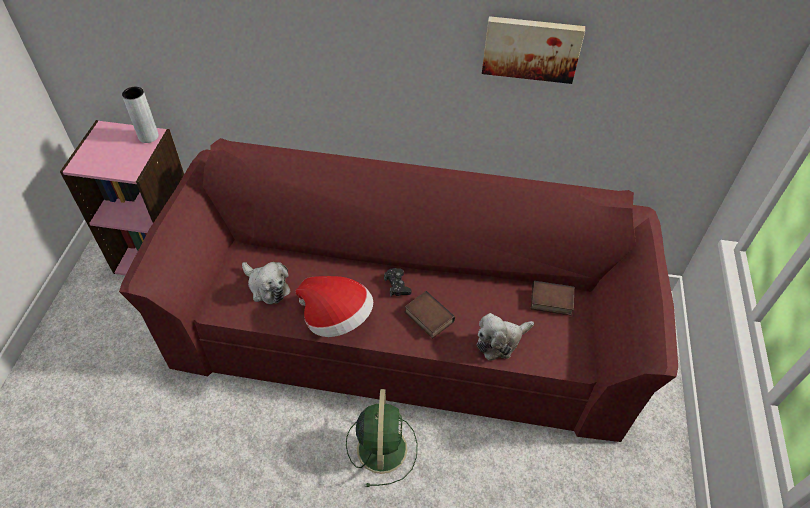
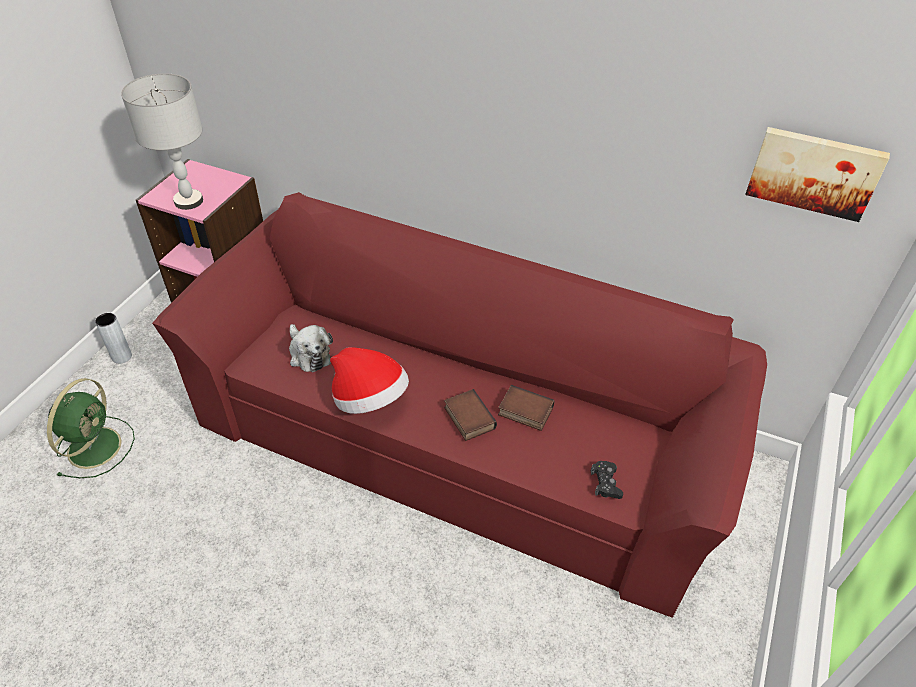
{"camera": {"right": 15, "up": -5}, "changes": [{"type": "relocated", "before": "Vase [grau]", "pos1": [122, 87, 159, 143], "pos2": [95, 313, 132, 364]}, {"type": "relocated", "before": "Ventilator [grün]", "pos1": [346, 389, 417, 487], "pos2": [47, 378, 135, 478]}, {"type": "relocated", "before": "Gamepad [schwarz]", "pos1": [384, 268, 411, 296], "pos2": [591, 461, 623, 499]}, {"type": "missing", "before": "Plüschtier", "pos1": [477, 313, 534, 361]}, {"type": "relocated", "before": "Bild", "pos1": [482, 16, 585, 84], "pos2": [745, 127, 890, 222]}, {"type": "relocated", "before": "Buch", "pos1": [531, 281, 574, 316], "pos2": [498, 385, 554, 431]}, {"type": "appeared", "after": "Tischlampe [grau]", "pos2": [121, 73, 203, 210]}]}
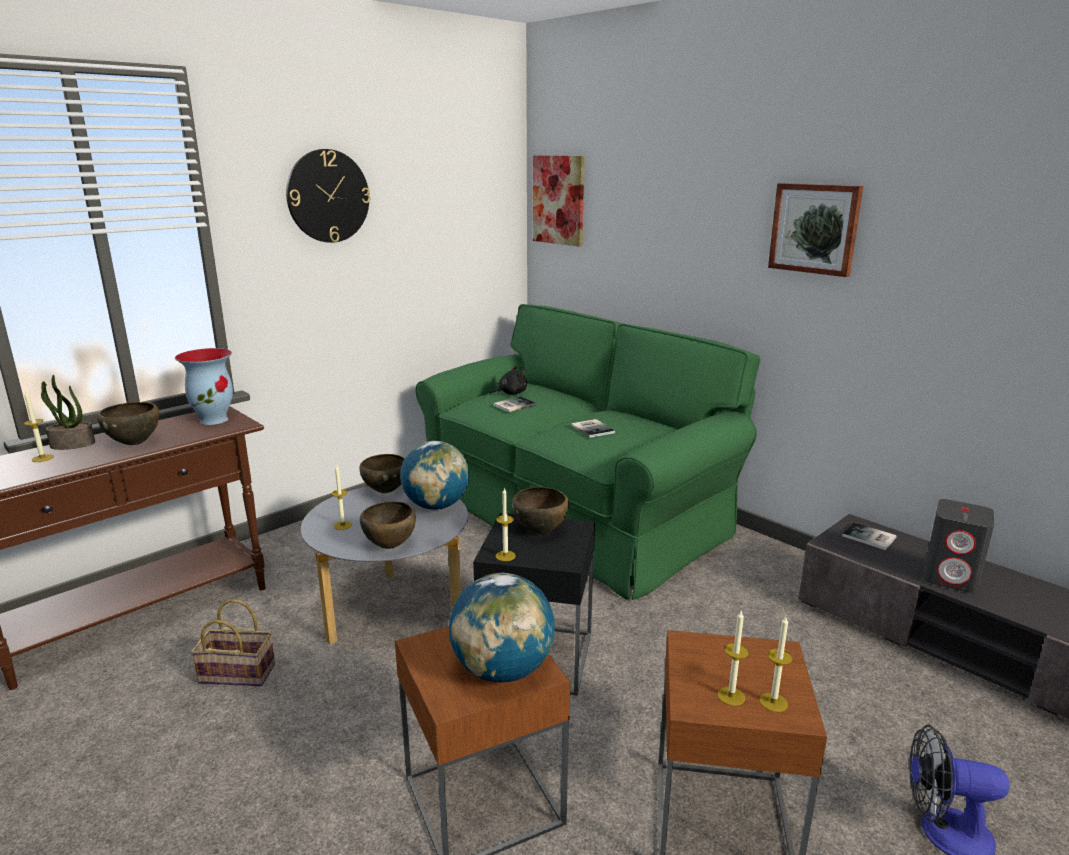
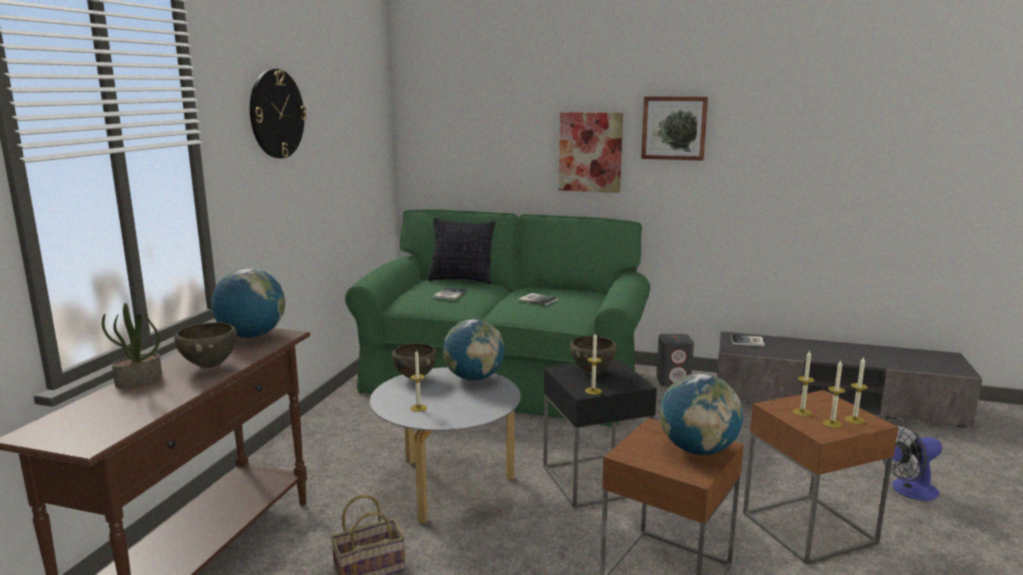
{"camera": {"right": -30, "up": -5}, "changes": [{"type": "relocated", "before": "Kerze", "pos1": [24, 391, 54, 462], "pos2": [793, 351, 814, 417]}, {"type": "exchanged", "before": "Vase", "after": "Globus", "pos1": [175, 348, 233, 425], "pos2": [211, 268, 285, 338]}, {"type": "missing", "before": "Schüssel [braun]", "pos1": [360, 501, 416, 549]}, {"type": "missing", "before": "Plüschtier [schwarz]", "pos1": [489, 366, 527, 395]}, {"type": "relocated", "before": "Bild", "pos1": [533, 156, 585, 247], "pos2": [559, 112, 623, 193]}, {"type": "relocated", "before": "Lautsprecher [grau]", "pos1": [923, 499, 994, 593], "pos2": [656, 334, 694, 387]}, {"type": "appeared", "after": "Kissen", "pos2": [428, 218, 495, 284]}]}
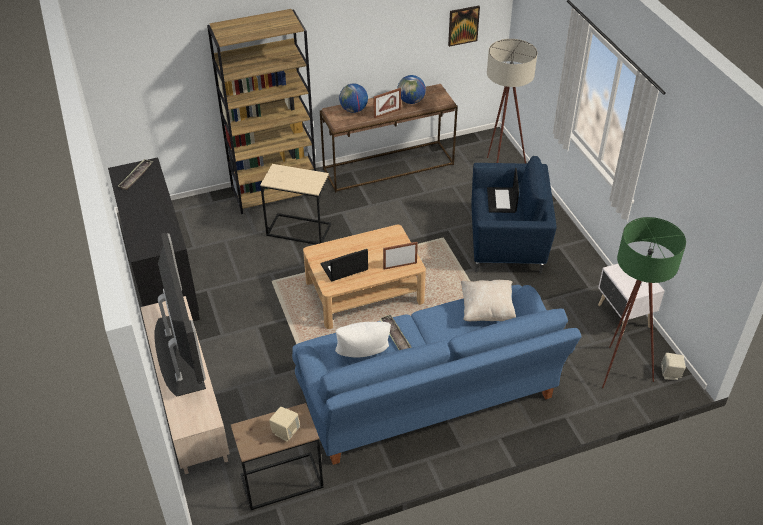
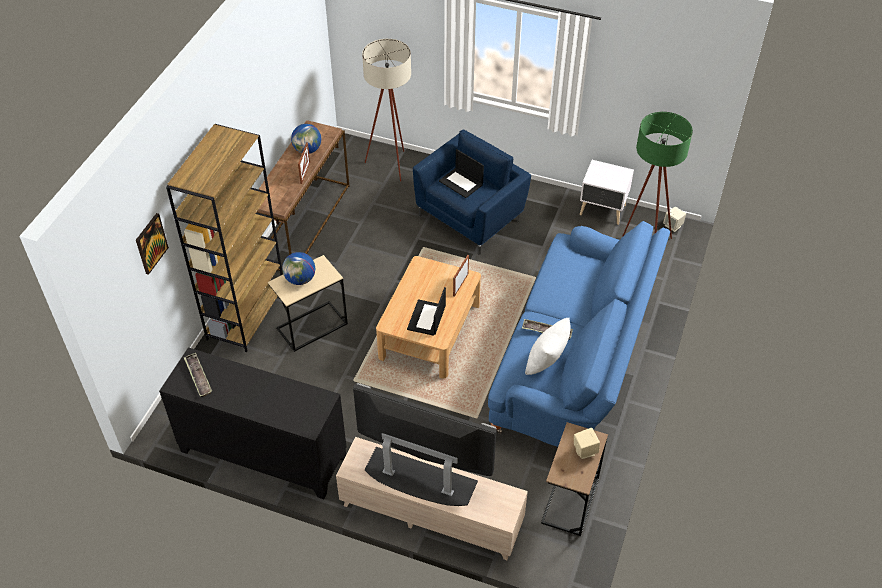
{"camera": {"right": -50, "up": 5}, "changes": [{"type": "relocated", "before": "Globus", "pos1": [339, 84, 368, 113], "pos2": [282, 252, 315, 285]}, {"type": "relocated", "before": "Bild", "pos1": [448, 6, 480, 47], "pos2": [136, 213, 169, 275]}, {"type": "missing", "before": "Kissen [beige]", "pos1": [461, 280, 516, 321]}]}
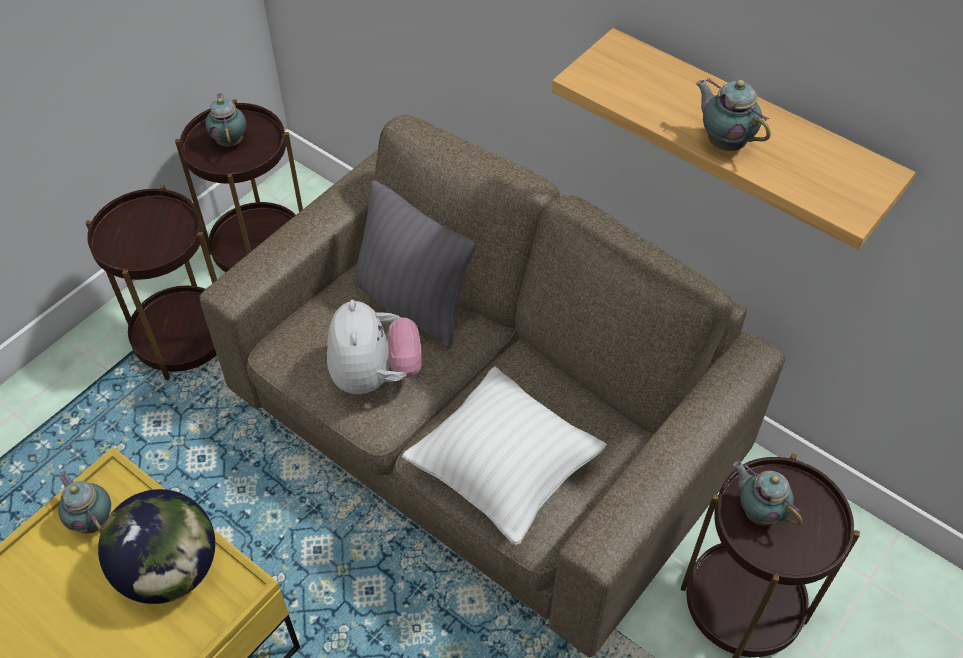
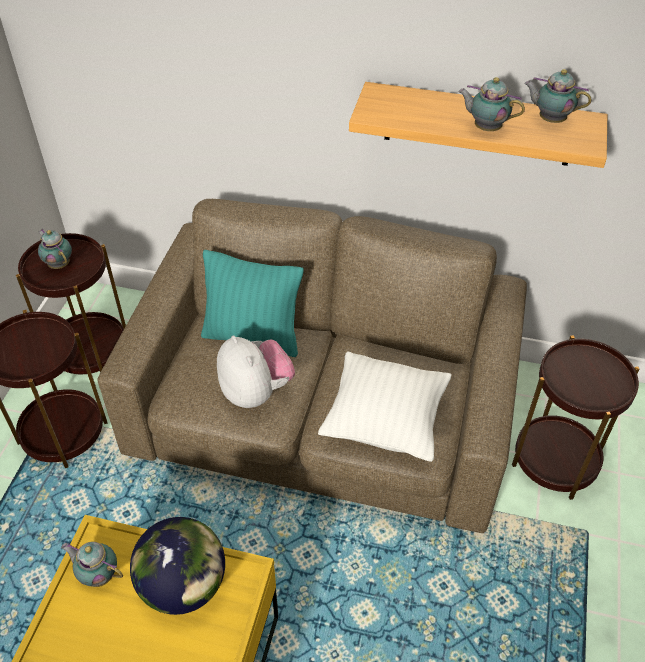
{"camera": {"right": -25, "up": -5}, "changes": [{"type": "colour", "before": "Kissen [grau]", "after": "Kissen [türkis]", "pos1": [353, 180, 476, 348], "pos2": [201, 250, 304, 357]}, {"type": "relocated", "before": "Teekanne", "pos1": [733, 461, 802, 526], "pos2": [524, 69, 591, 123]}]}
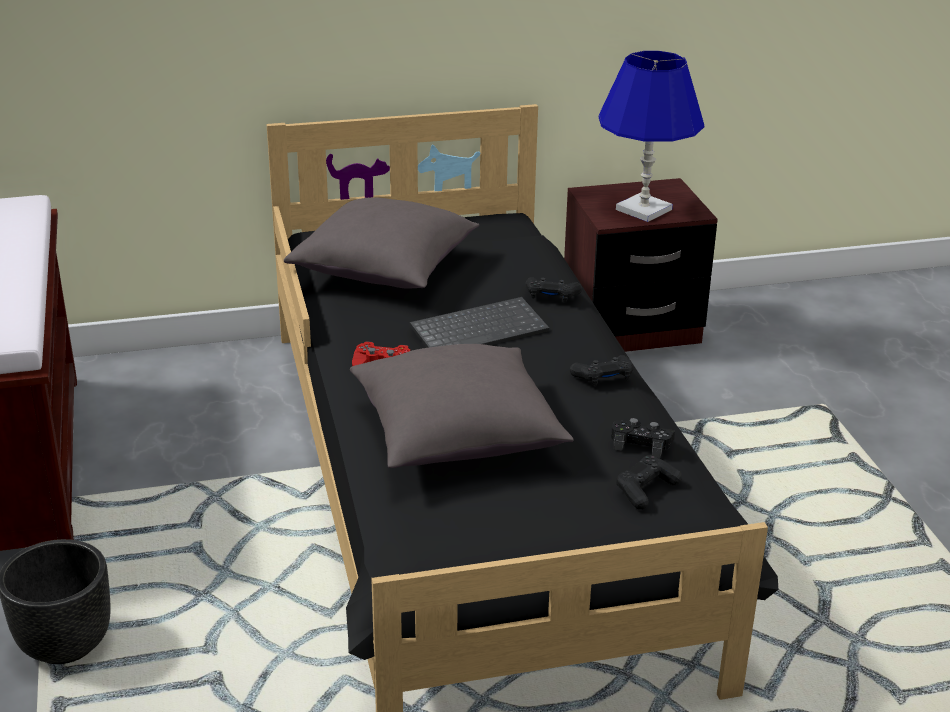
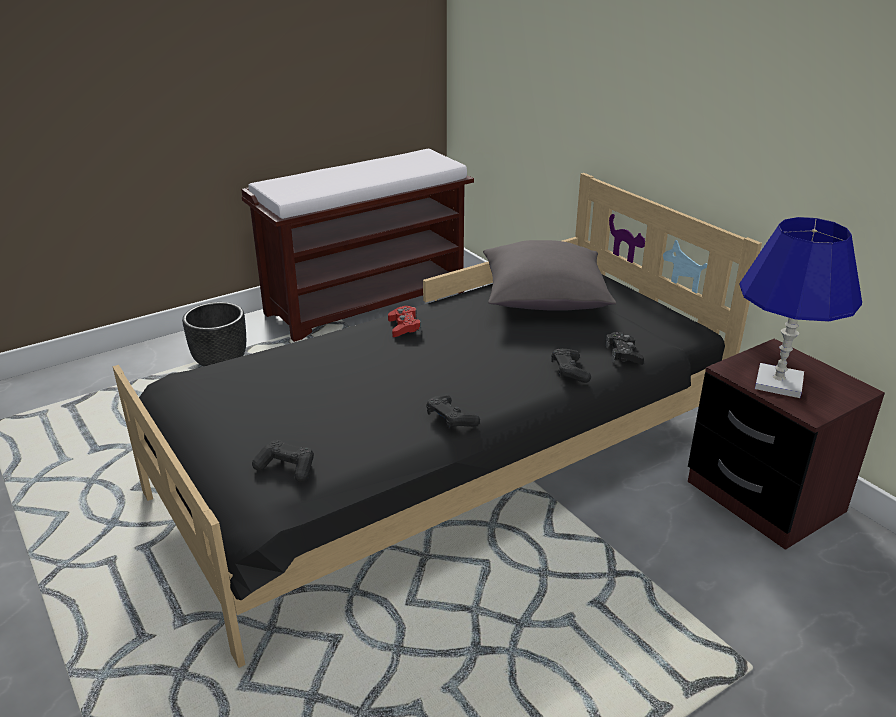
{"camera": {"right": 70, "up": 0}, "changes": [{"type": "missing", "before": "Kissen [grau]", "pos1": [350, 344, 574, 468]}, {"type": "missing", "before": "Tastatur", "pos1": [410, 297, 549, 348]}, {"type": "relocated", "before": "Gamepad [schwarz]", "pos1": [611, 418, 675, 458], "pos2": [605, 332, 644, 365]}]}
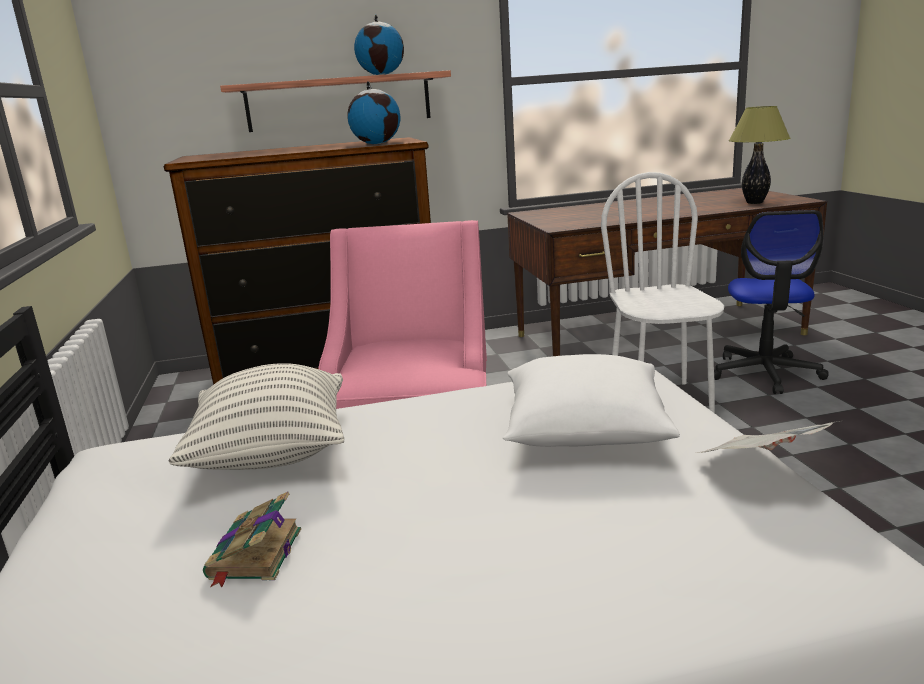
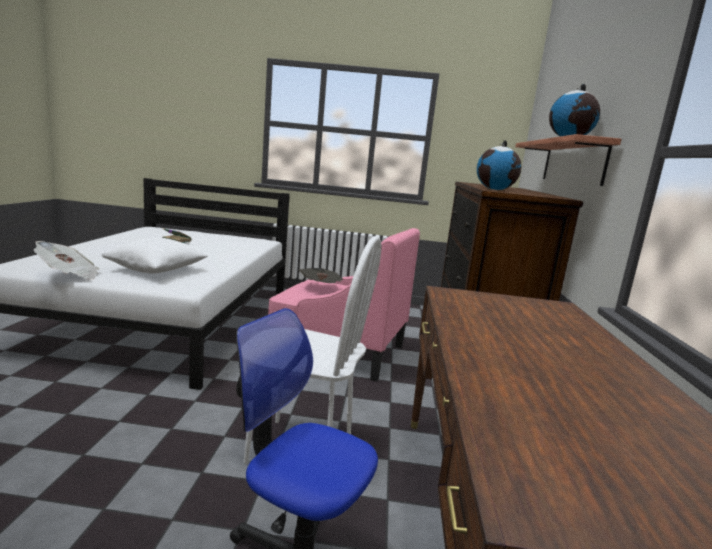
{"camera": {"right": 105, "up": -5}, "changes": [{"type": "missing", "before": "Kissen", "pos1": [168, 363, 344, 470]}, {"type": "missing", "before": "Tischlampe", "pos1": [729, 106, 790, 204]}, {"type": "appeared", "after": "Zeitung", "pos2": [298, 268, 343, 283]}]}
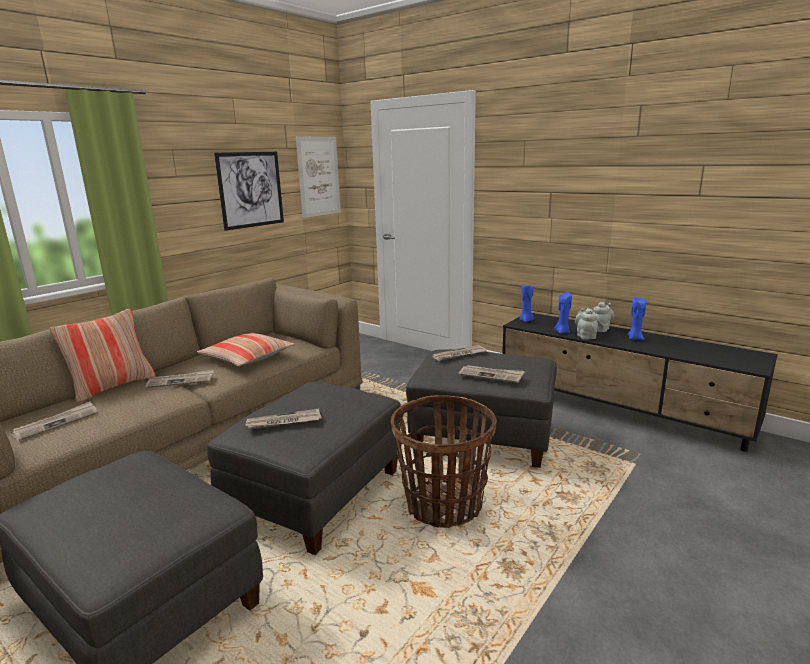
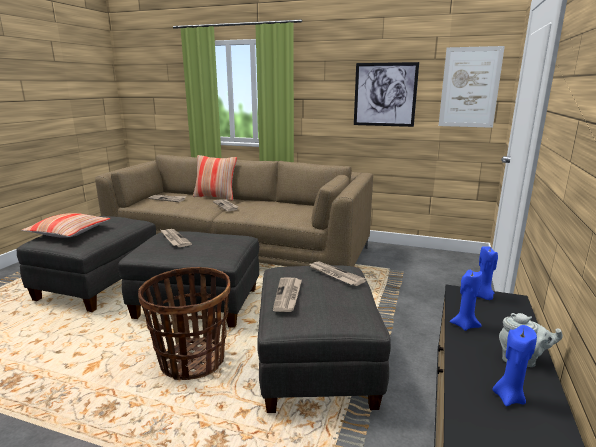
{"camera": {"right": 70, "up": 0}, "changes": [{"type": "relocated", "before": "Kissen", "pos1": [197, 333, 295, 366], "pos2": [21, 213, 110, 238]}, {"type": "missing", "before": "Teekanne [grau]", "pos1": [575, 308, 598, 339]}]}
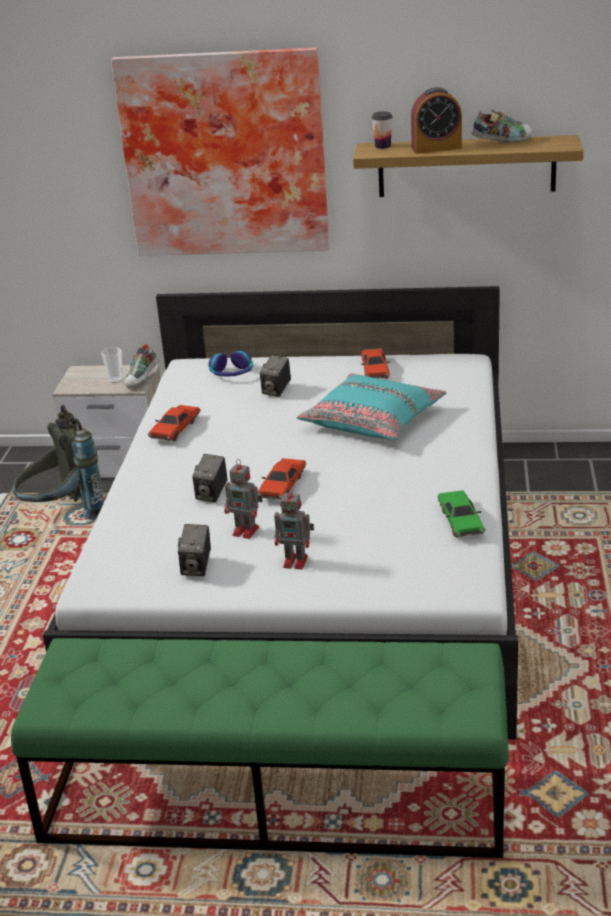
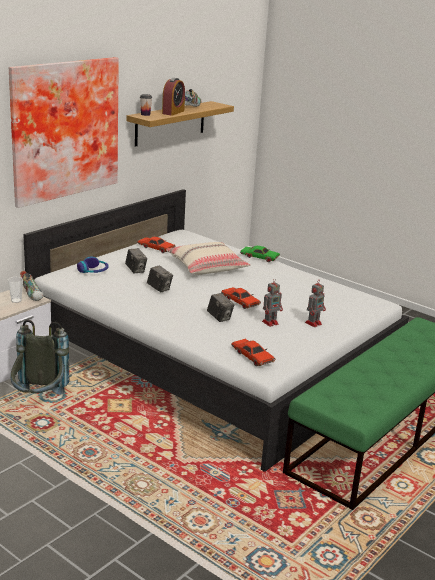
{"camera": {"right": -60, "up": -5}, "changes": [{"type": "relocated", "before": "Spielzeugauto [rot]", "pos1": [148, 405, 200, 441], "pos2": [231, 339, 275, 366]}, {"type": "relocated", "before": "Kamera", "pos1": [178, 524, 211, 576], "pos2": [147, 265, 173, 292]}, {"type": "colour", "before": "Kissen [türkis]", "after": "Kissen [beige]", "pos1": [297, 373, 446, 440], "pos2": [166, 242, 250, 275]}, {"type": "relocated", "before": "Spielzeugauto [grün]", "pos1": [438, 490, 485, 537], "pos2": [240, 246, 280, 262]}]}
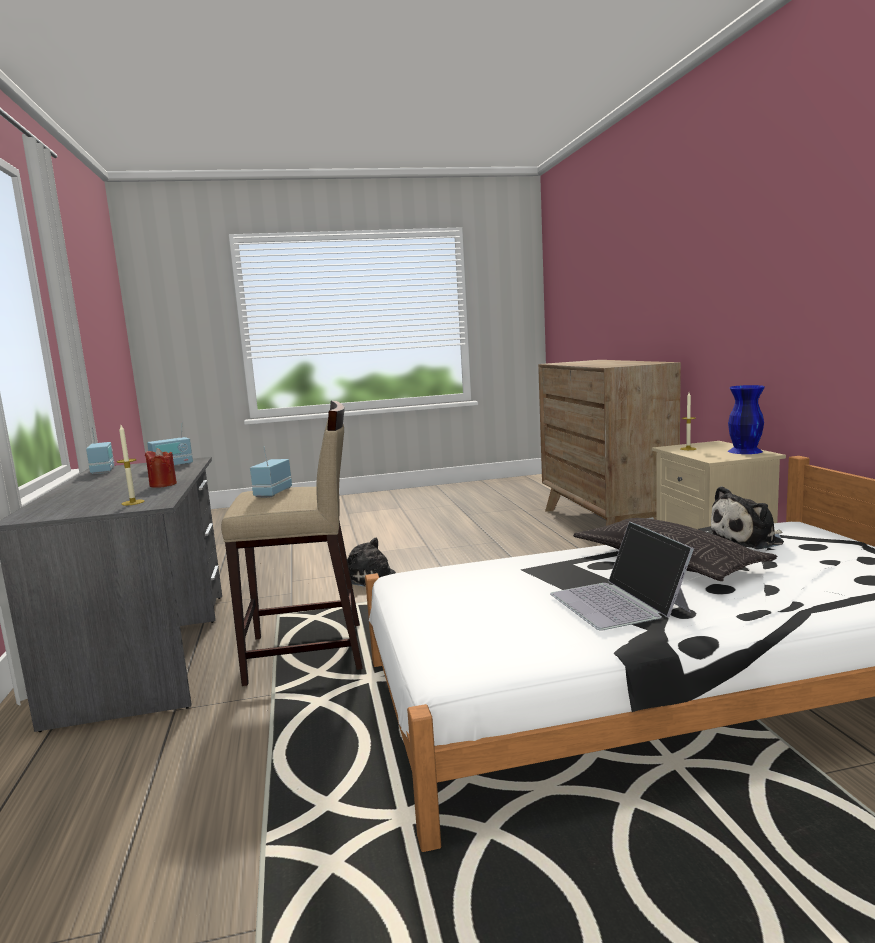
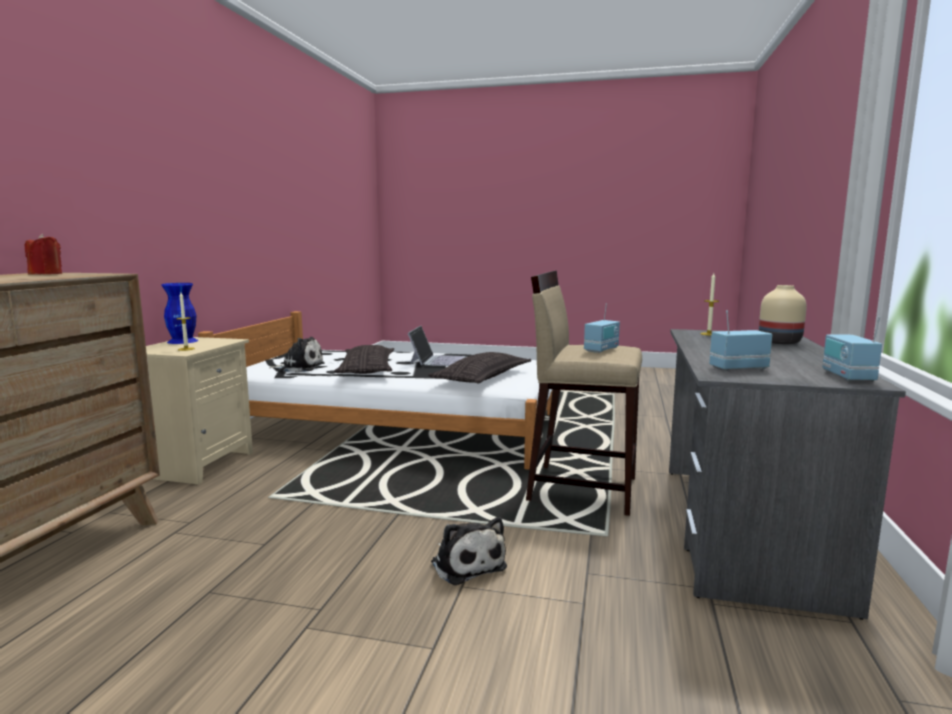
{"camera": {"right": -155, "up": 0}, "changes": [{"type": "relocated", "before": "Kerze [rot]", "pos1": [145, 448, 177, 488], "pos2": [25, 234, 62, 274]}, {"type": "appeared", "after": "Kissen", "pos2": [428, 352, 531, 384]}, {"type": "appeared", "after": "Vase [beige]", "pos2": [759, 285, 807, 345]}]}
